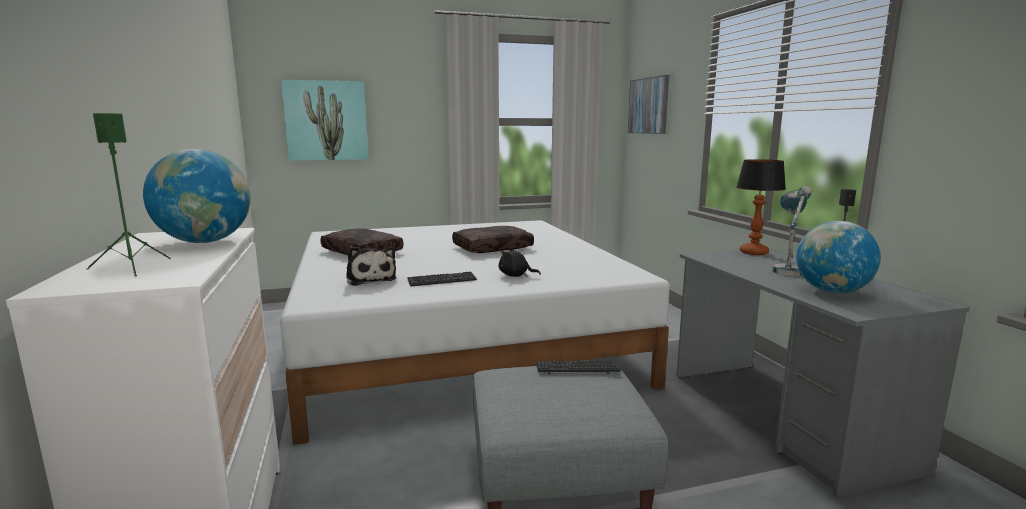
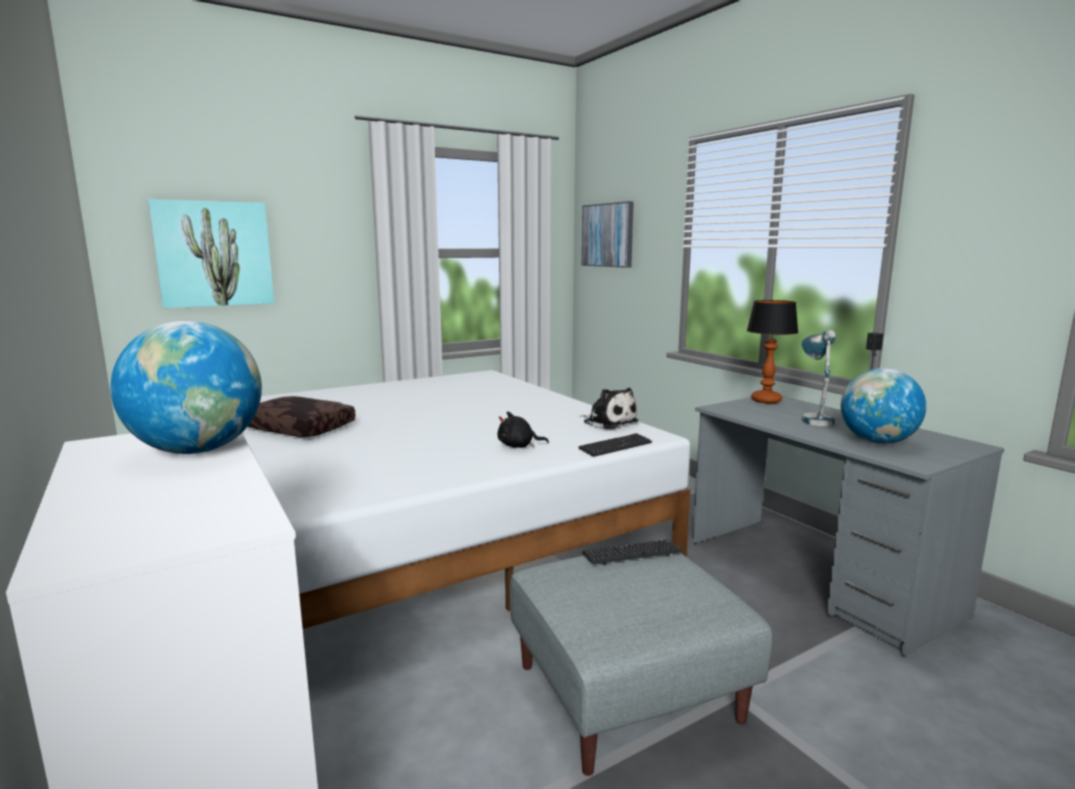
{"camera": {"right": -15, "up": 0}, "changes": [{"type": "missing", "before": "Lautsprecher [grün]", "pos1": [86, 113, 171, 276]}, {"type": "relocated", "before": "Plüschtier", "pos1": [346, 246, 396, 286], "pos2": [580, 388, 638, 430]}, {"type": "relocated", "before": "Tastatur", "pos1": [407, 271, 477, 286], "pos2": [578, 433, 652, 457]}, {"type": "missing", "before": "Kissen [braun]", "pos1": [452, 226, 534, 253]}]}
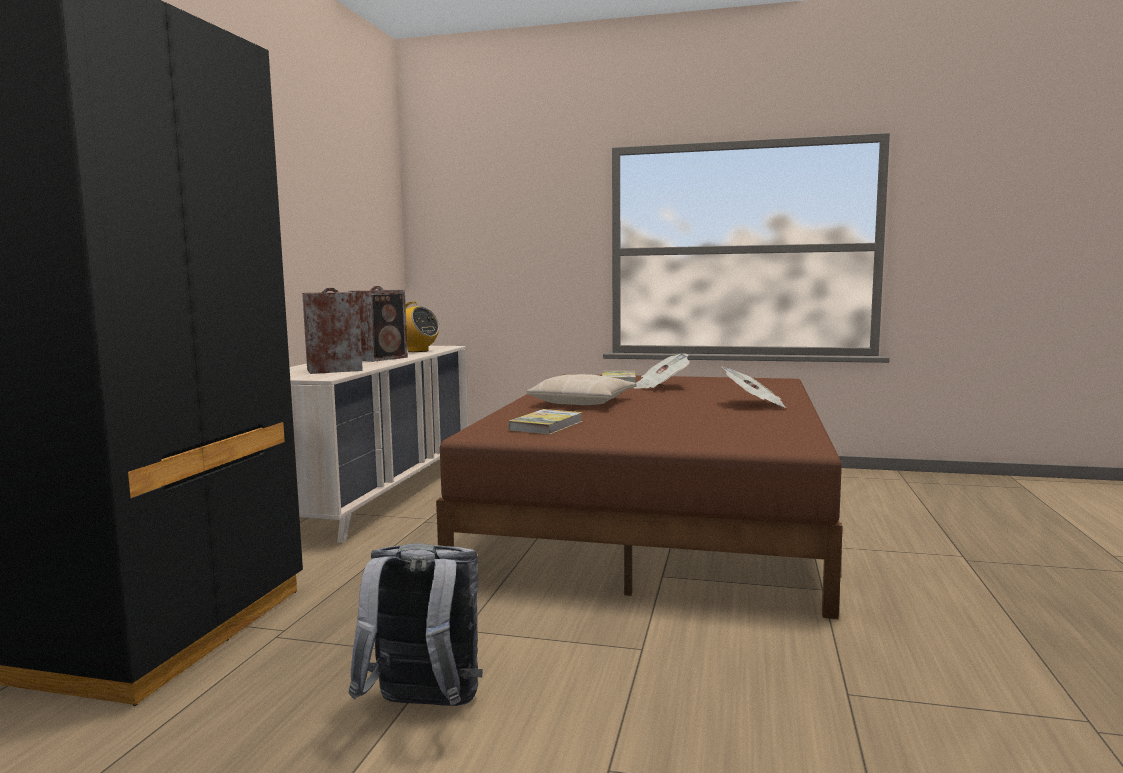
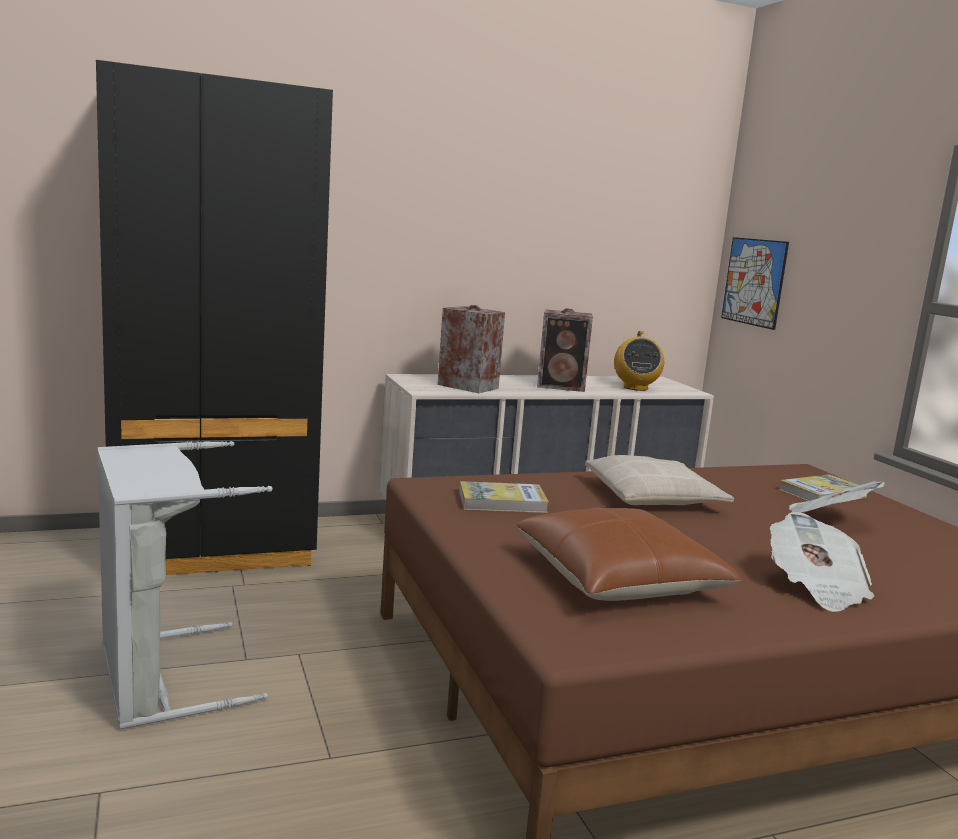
{"camera": {"right": 55, "up": 5}, "changes": [{"type": "exchanged", "before": "Rucksack [grau]", "after": "Wäschekorb [grau]", "pos1": [349, 543, 483, 706], "pos2": [97, 441, 273, 729]}, {"type": "appeared", "after": "Kissen [braun]", "pos2": [517, 507, 742, 601]}, {"type": "appeared", "after": "Bild", "pos2": [721, 237, 789, 330]}]}
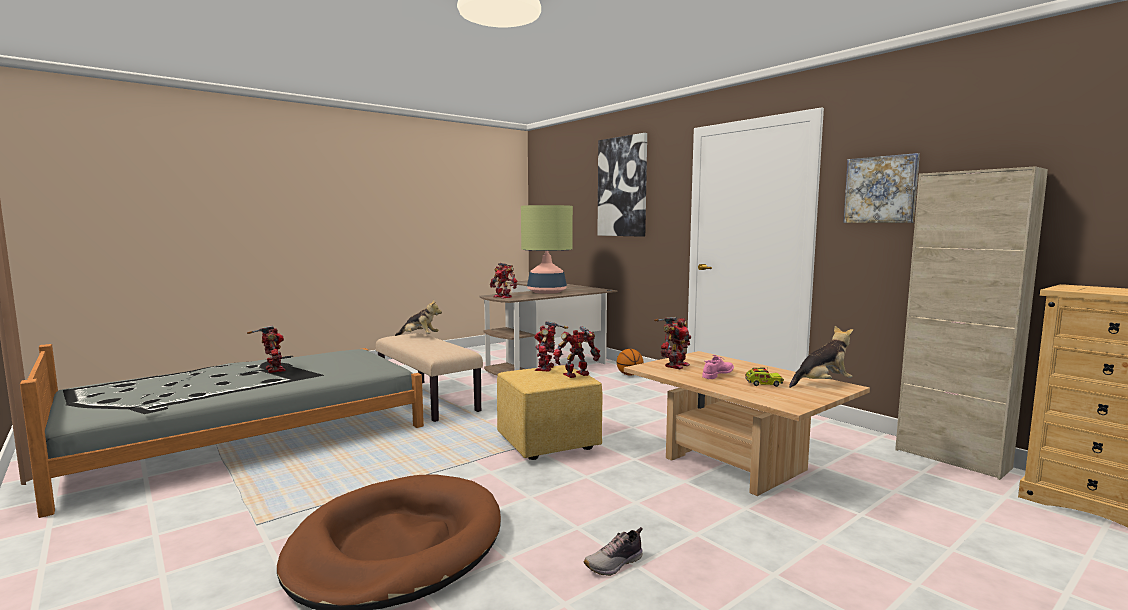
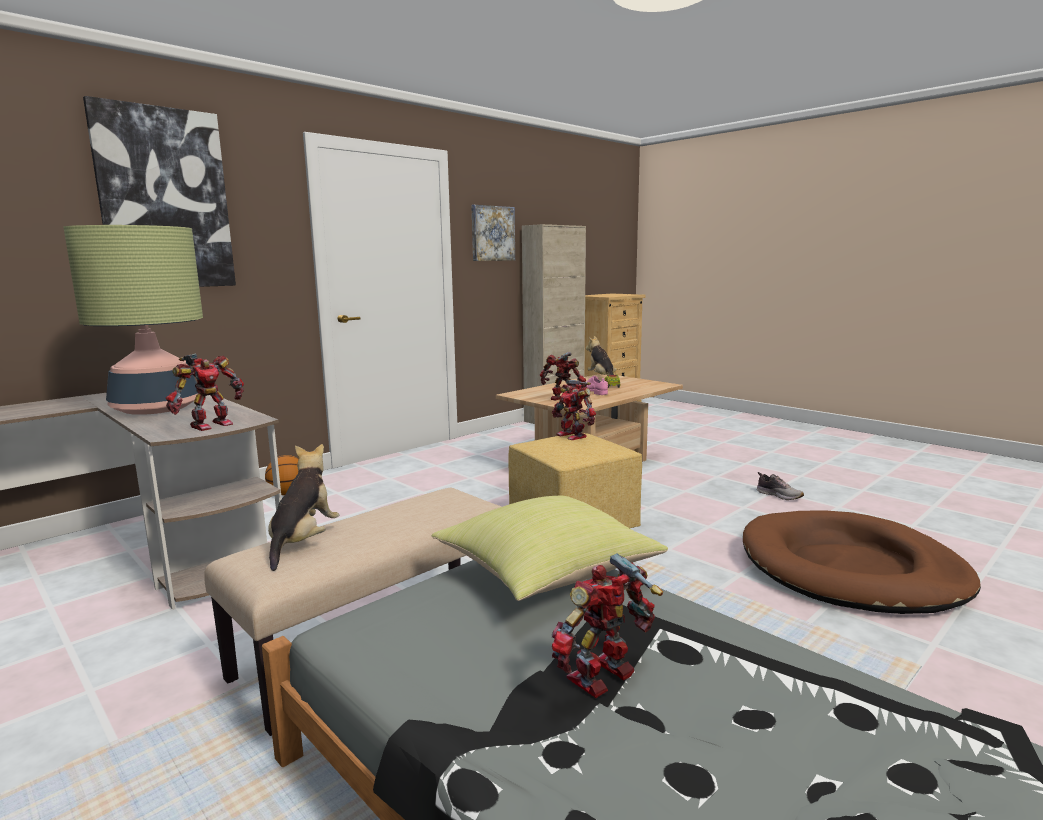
{"camera": {"right": -95, "up": 5}, "changes": [{"type": "missing", "before": "Spielzeugroboter", "pos1": [534, 321, 568, 372]}, {"type": "appeared", "after": "Kissen [gelb]", "pos2": [432, 496, 668, 601]}]}
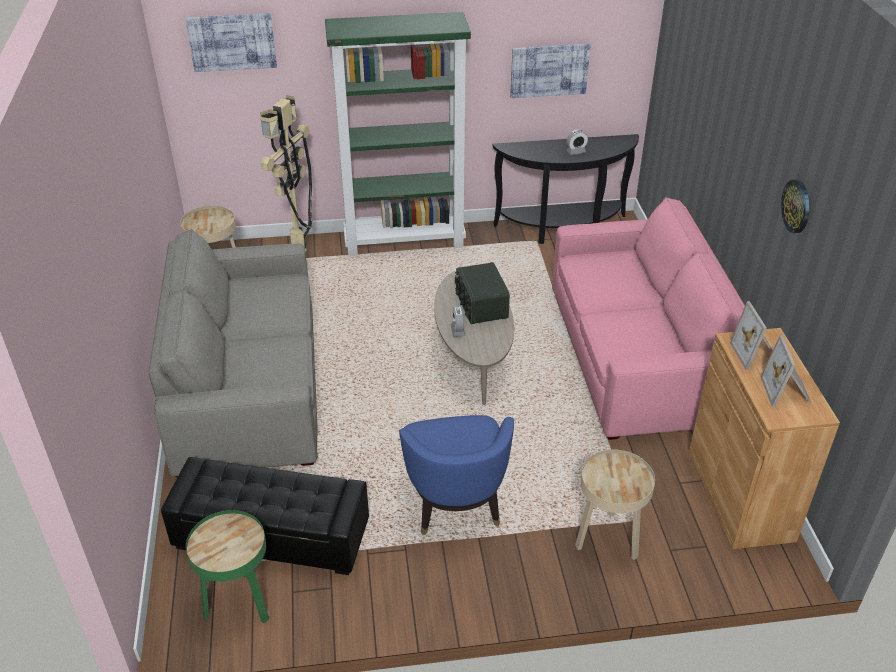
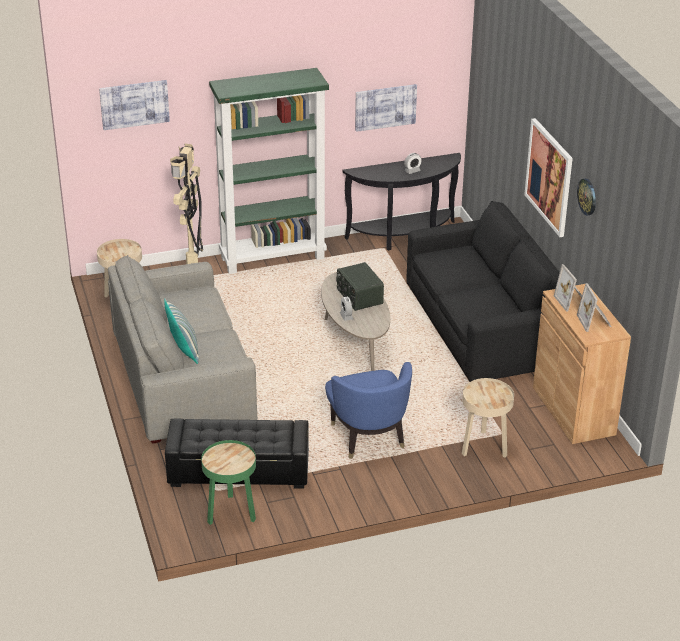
{"camera": {"right": -10, "up": -5}, "changes": [{"type": "colour", "before": "Sofa [rosa]", "after": "Sofa [schwarz]", "pos1": [552, 197, 745, 440], "pos2": [406, 201, 560, 382]}, {"type": "appeared", "after": "Kissen", "pos2": [164, 299, 199, 364]}, {"type": "appeared", "after": "Bild", "pos2": [524, 118, 573, 237]}]}
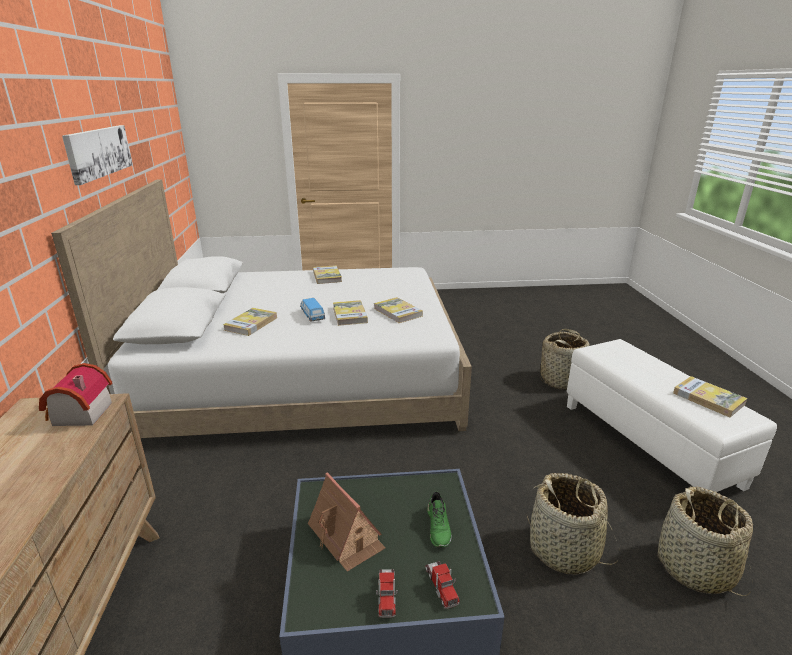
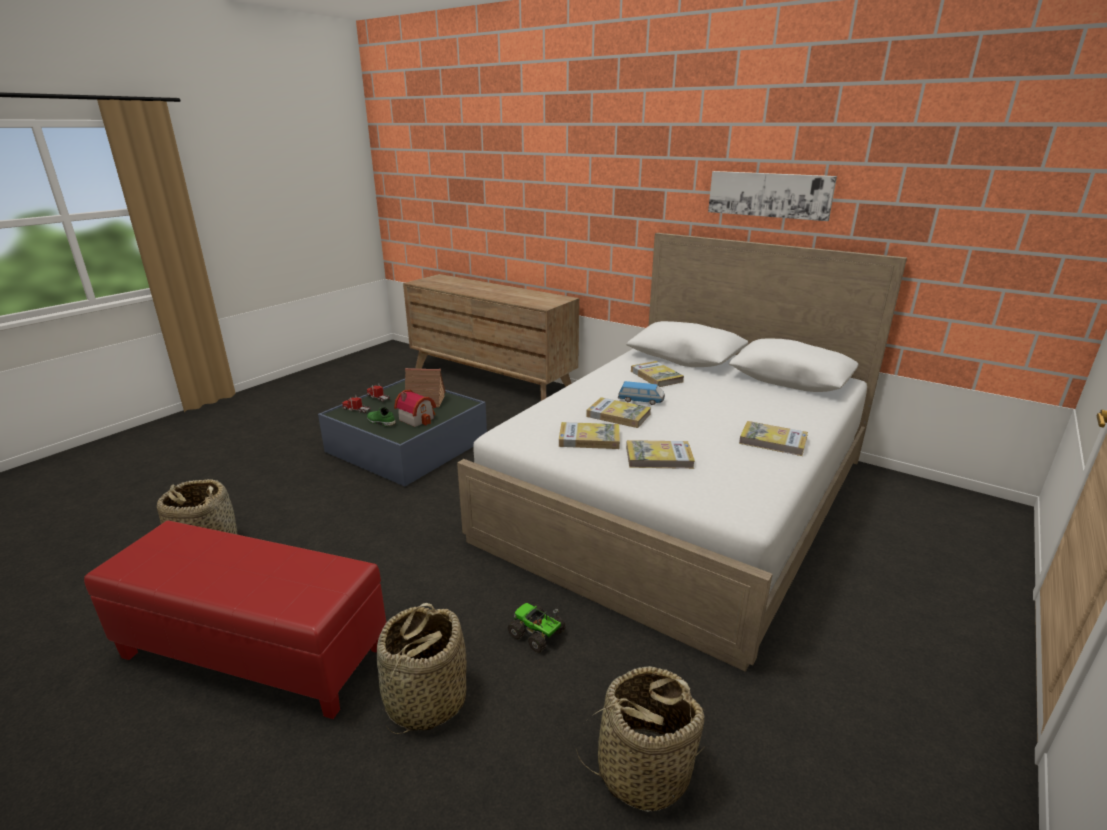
{"camera": {"right": 130, "up": 0}, "changes": [{"type": "relocated", "before": "Spielzeughaus", "pos1": [39, 363, 112, 426], "pos2": [394, 390, 436, 427]}, {"type": "relocated", "before": "Korb", "pos1": [527, 473, 620, 575], "pos2": [576, 666, 705, 812]}, {"type": "colour", "before": "Polsterhocker [weiß]", "after": "Polsterhocker [rot]", "pos1": [567, 339, 777, 492], "pos2": [84, 521, 386, 719]}, {"type": "relocated", "before": "Buch", "pos1": [673, 376, 748, 417], "pos2": [626, 440, 695, 469]}, {"type": "appeared", "after": "Spielzeuglaster", "pos2": [508, 603, 566, 653]}]}
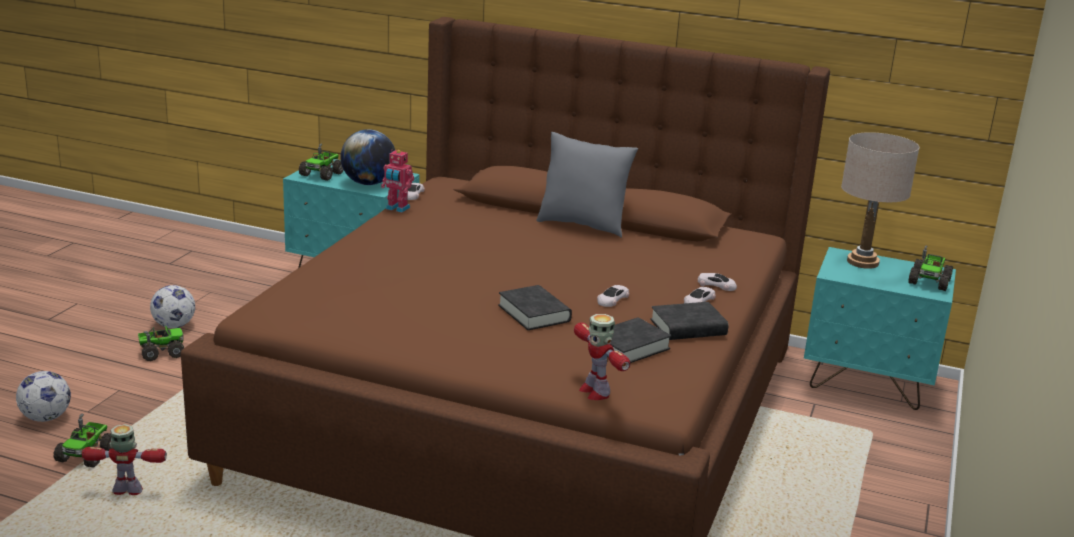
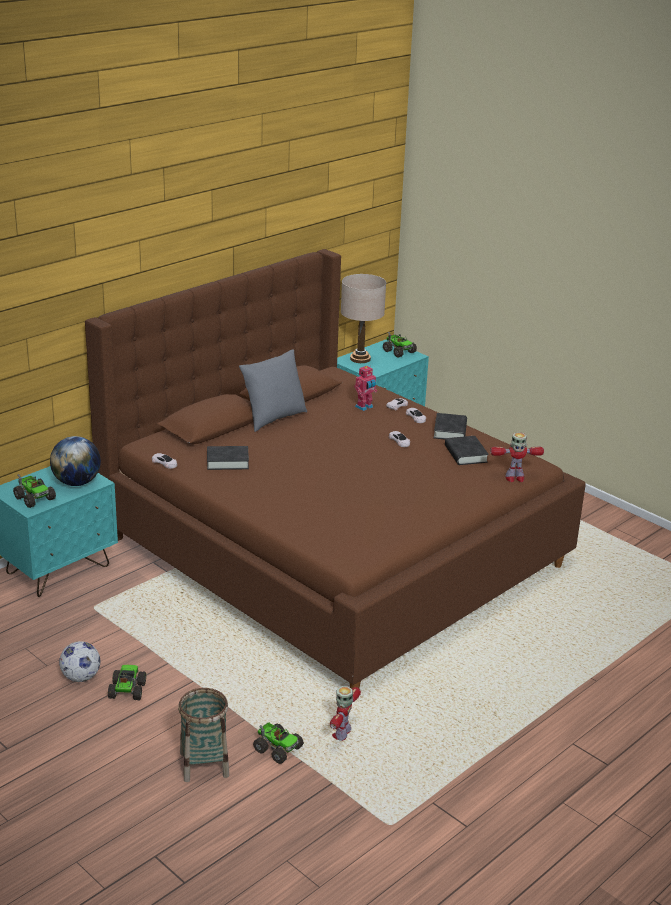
{"camera": {"right": -65, "up": 5}, "changes": [{"type": "exchanged", "before": "Fußball", "after": "Korb", "pos1": [16, 371, 71, 422], "pos2": [178, 688, 229, 782]}, {"type": "relocated", "before": "Spielzeugroboter", "pos1": [381, 149, 414, 213], "pos2": [354, 365, 377, 411]}, {"type": "relocated", "before": "Buch [schwarz]", "pos1": [498, 285, 572, 330], "pos2": [207, 446, 249, 470]}]}
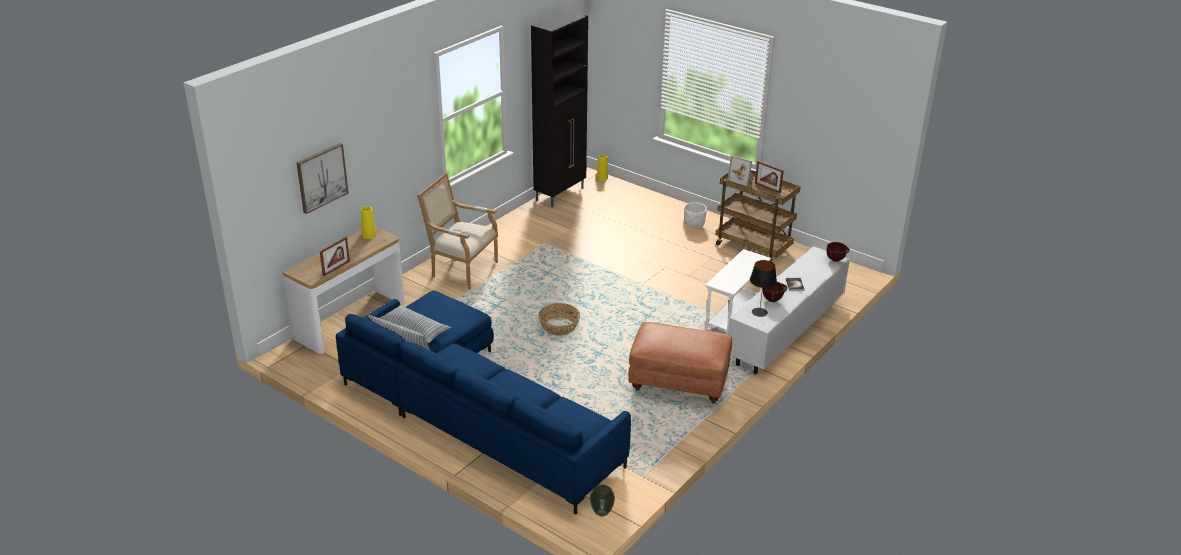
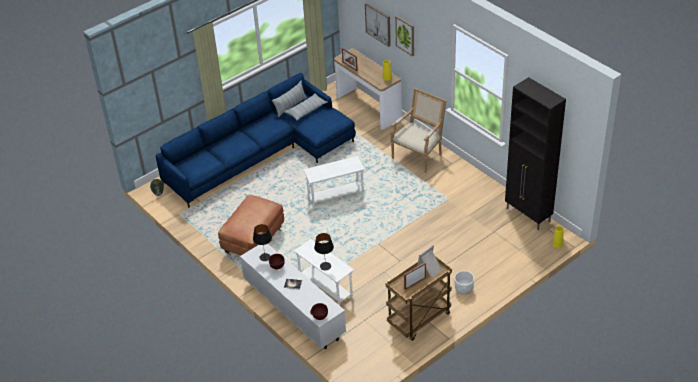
{"camera": {"right": 105, "up": 10}, "changes": [{"type": "exchanged", "before": "Korb", "after": "Beistelltisch [weiß]", "pos1": [538, 303, 580, 336], "pos2": [303, 156, 365, 207]}, {"type": "appeared", "after": "Tischlampe [schwarz]", "pos2": [314, 233, 334, 270]}, {"type": "appeared", "after": "Bild", "pos2": [395, 16, 414, 56]}]}
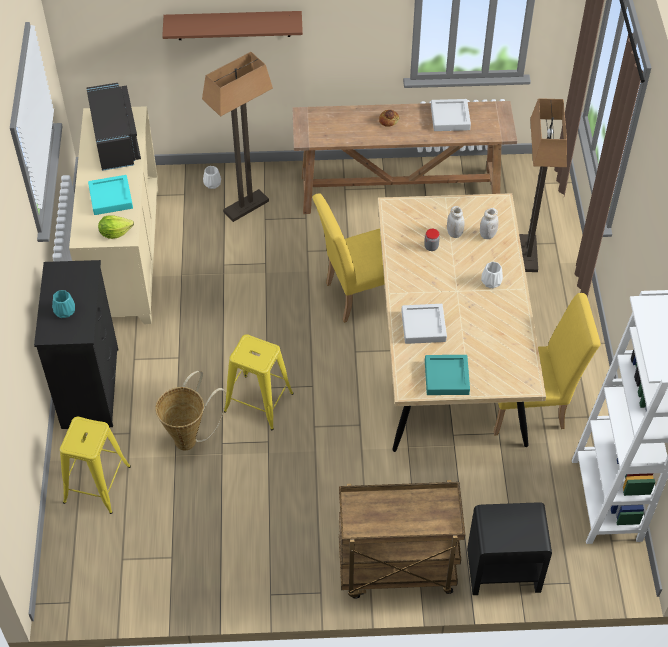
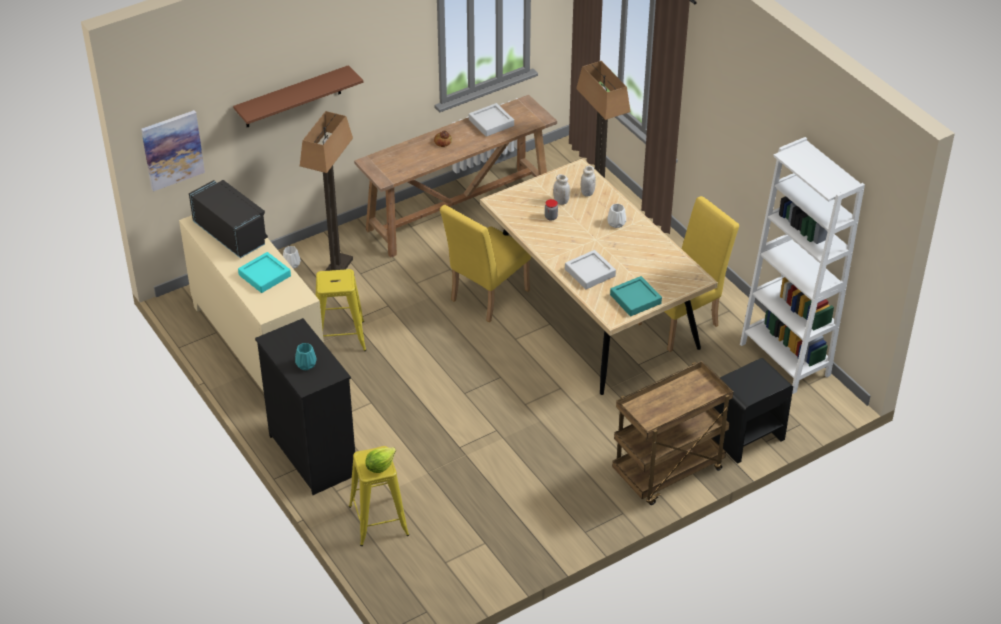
{"camera": {"right": -30, "up": -10}, "changes": [{"type": "relocated", "before": "Salatkopf", "pos1": [98, 215, 134, 239], "pos2": [365, 447, 396, 473]}, {"type": "missing", "before": "Korb", "pos1": [155, 371, 226, 451]}, {"type": "relocated", "before": "Hocker [gelb]", "pos1": [224, 334, 294, 430], "pos2": [316, 269, 366, 351]}, {"type": "appeared", "after": "Bild", "pos2": [141, 110, 205, 192]}]}
